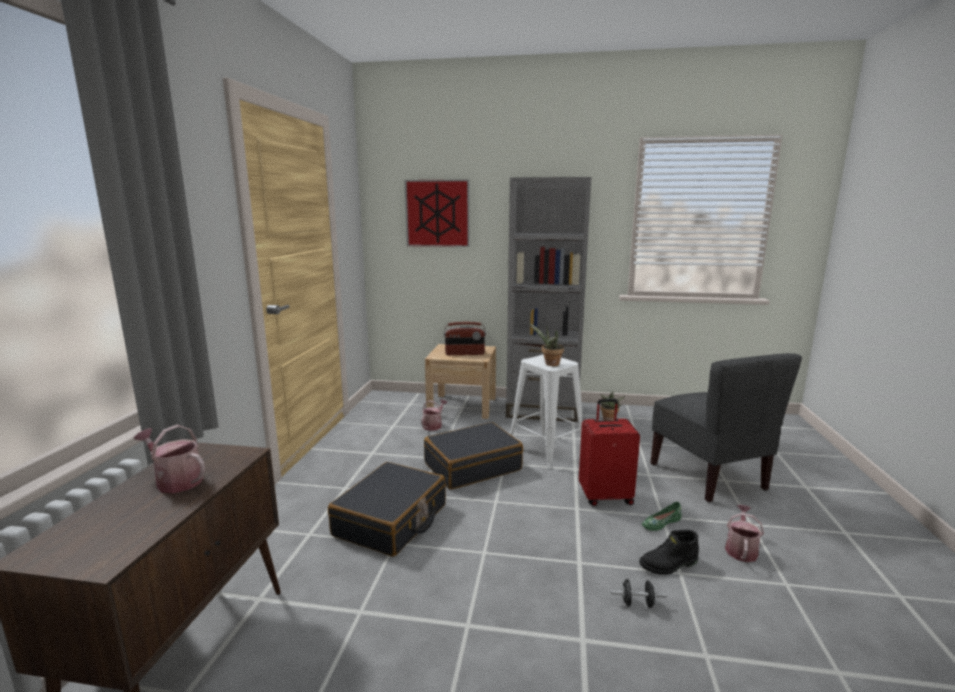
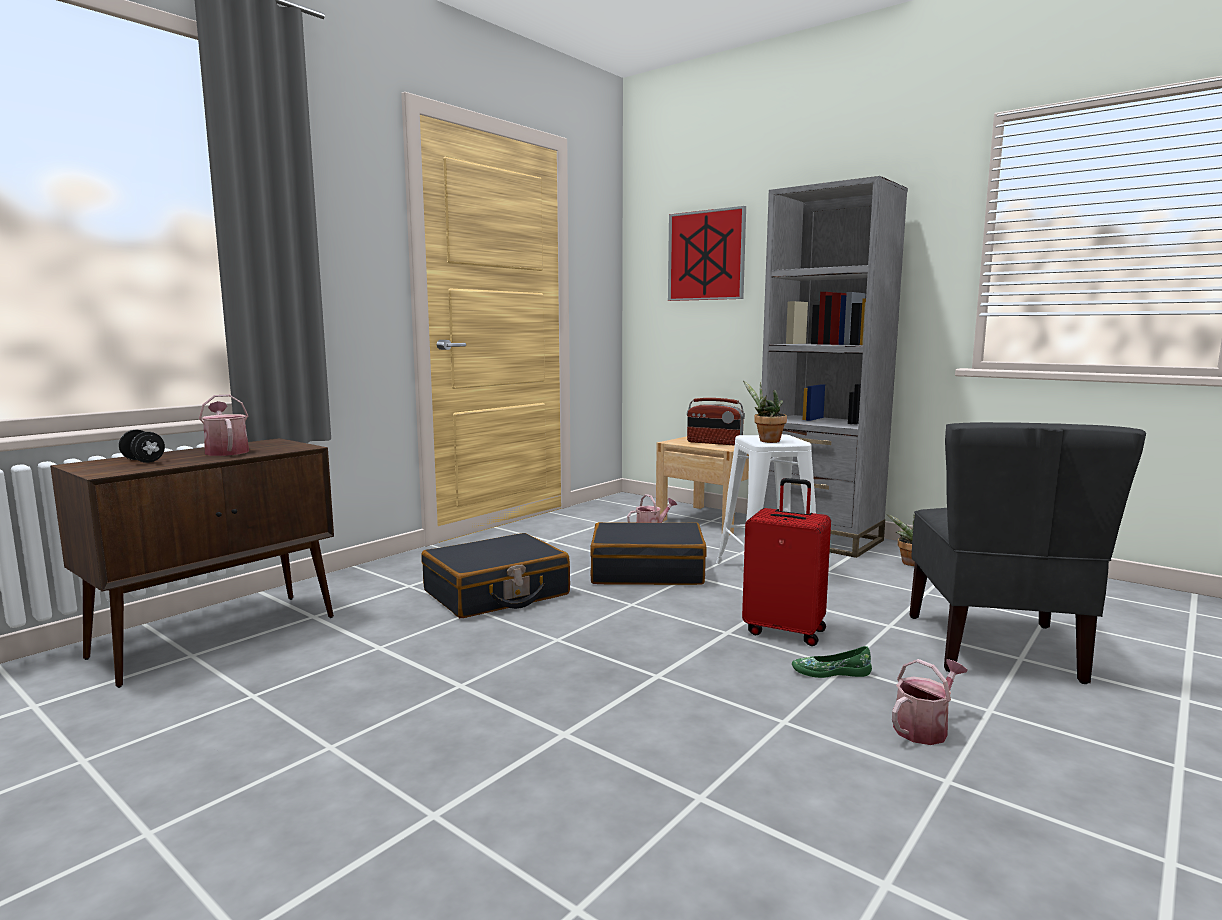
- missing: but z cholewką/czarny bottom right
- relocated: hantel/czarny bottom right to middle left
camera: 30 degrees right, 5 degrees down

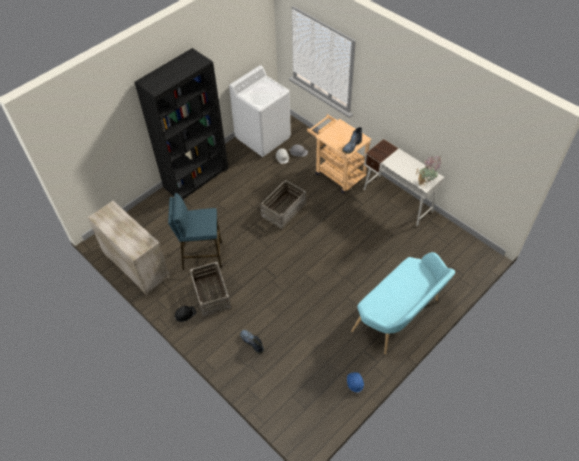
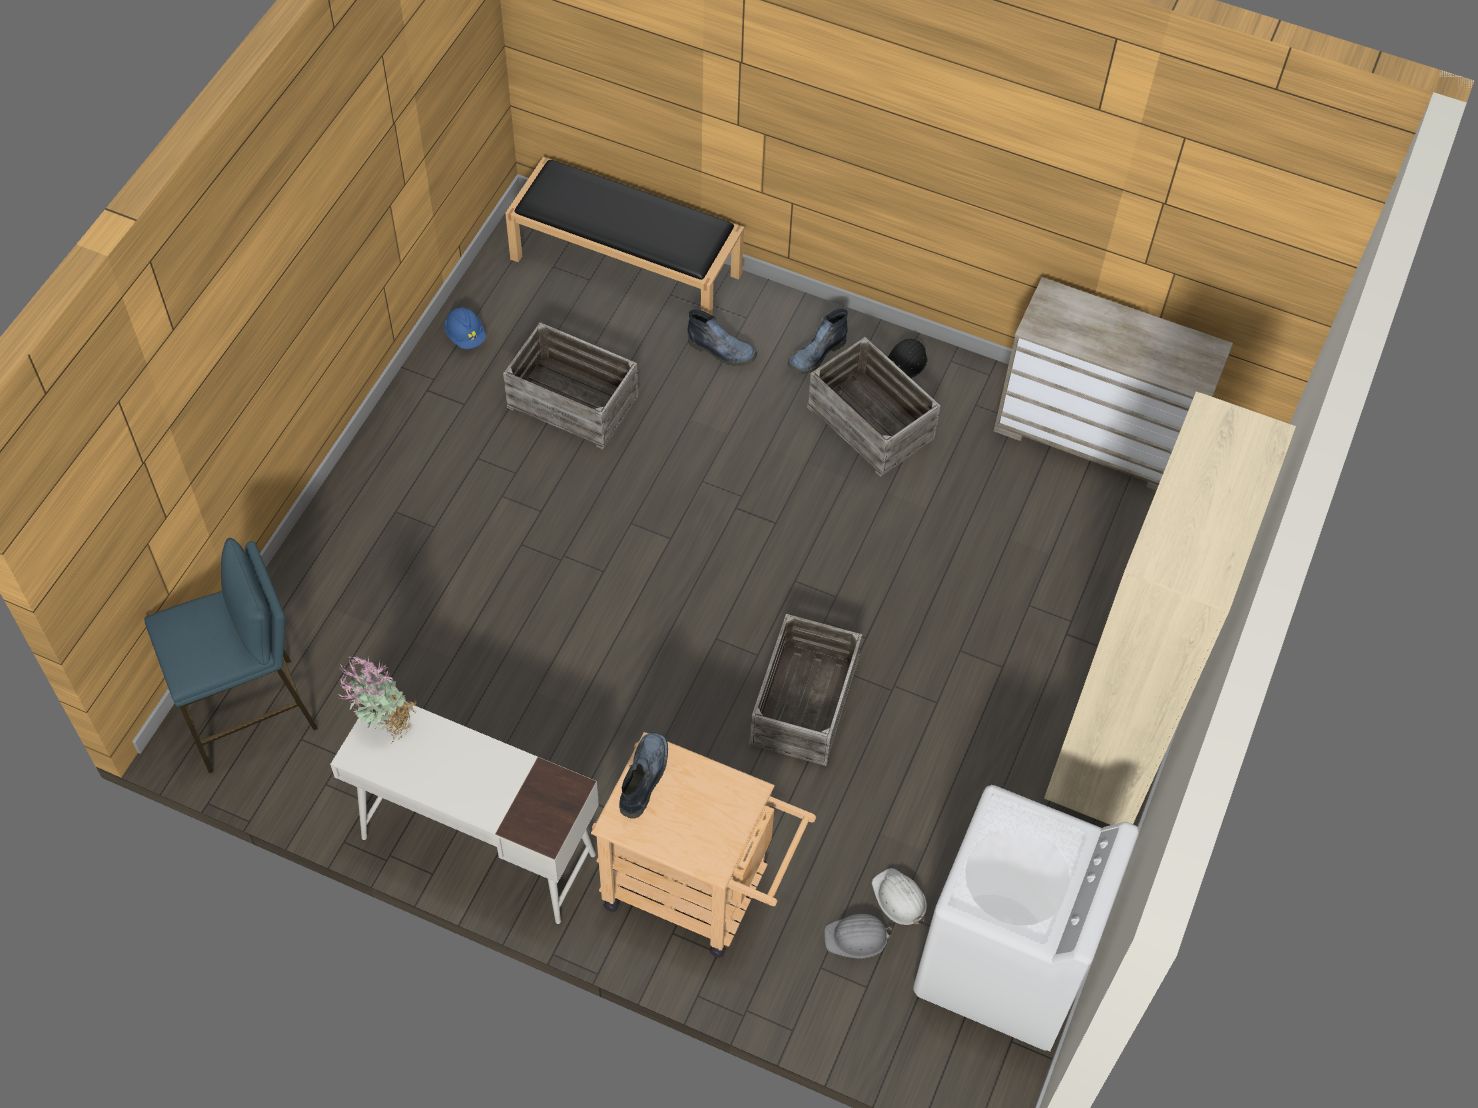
- missing: ławka/turkusowy middle right
- appeared: skrzynka (no. 1 from left) centre
- appeared: ławka/czarny top centre
- appeared: but z cholewką (no. 3 from left) top centre
- relocated: stołek/niebieski centre to middle left
- colour: regał/czarny top left to regał/beżowy middle right
camera: 155 degrees right, 5 degrees up

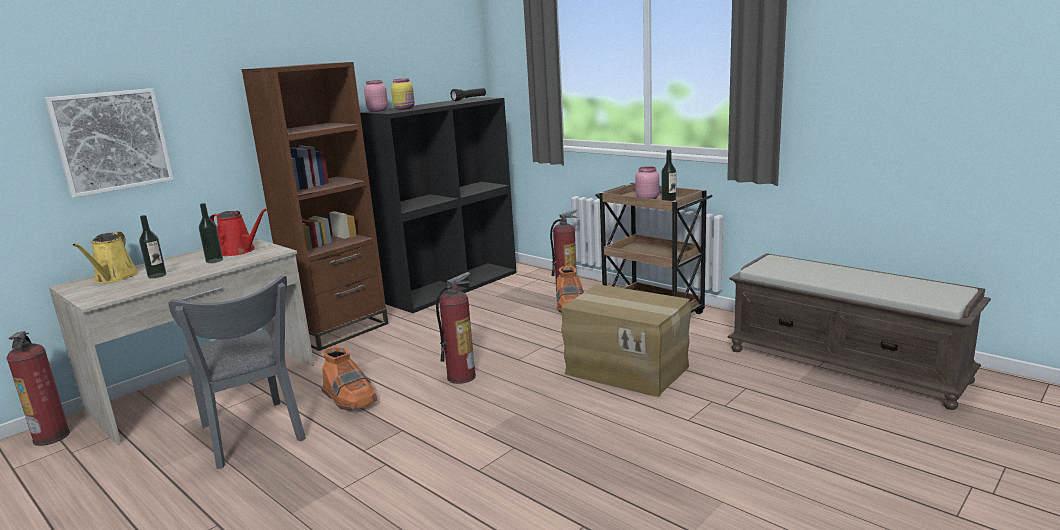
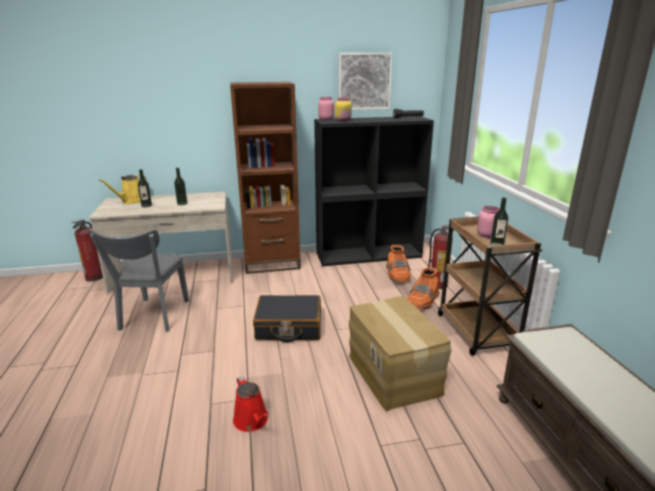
- relocated: obraz top left to top centre
- relocated: konewka/czerwony middle left to bottom centre
- relocated: but z cholewką/pomarańczowy (no. 1 from left) bottom left to centre
- exchanged: gaśnica (no. 2 from left) centre to walizka/czarny centre
camera: 35 degrees right, 5 degrees up

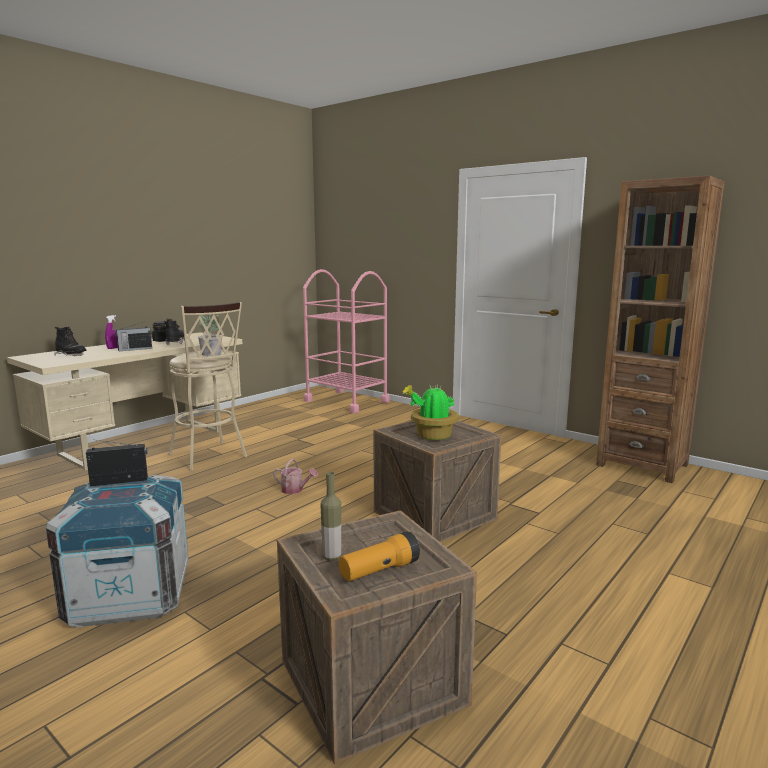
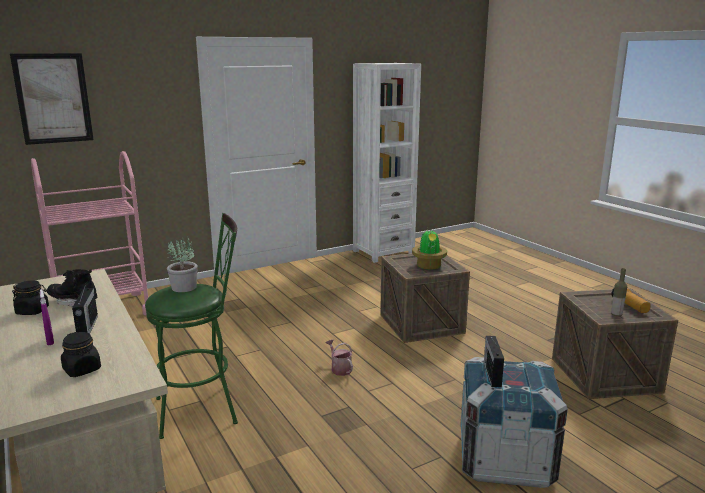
- appeared: obraz top left
- exchanged: but z cholewką/czarny (no. 1 from left) middle left to słoik/czarny (no. 2 from left) bottom left
- colour: stołek/beżowy middle left to stołek/zielony middle left
- colour: regał/brązowy middle right to regał/biały top centre
- spun: konewka centre = bottom centre 75 degrees counterclockwise
camera: 70 degrees left, 5 degrees up

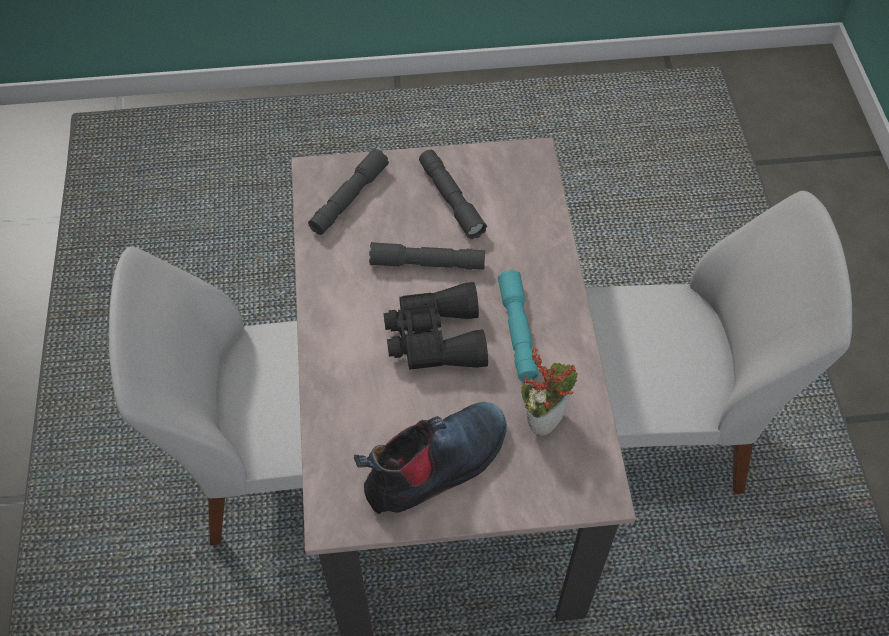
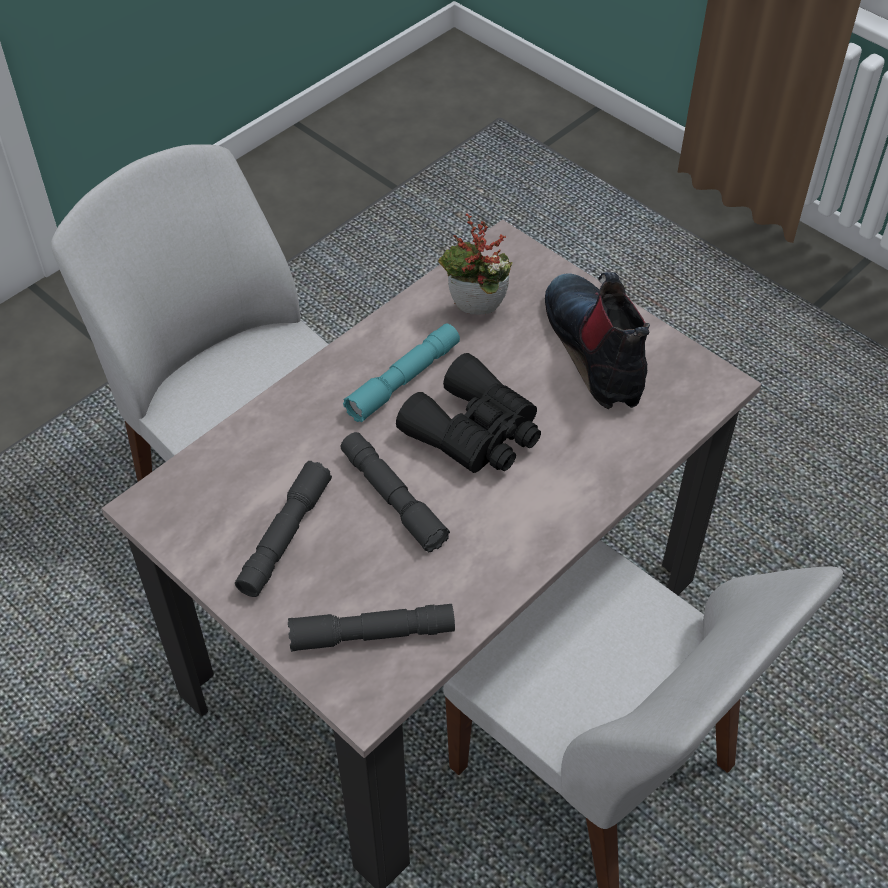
- spun: but z cholewką bottom centre = middle right 60 degrees clockwise
camera: 130 degrees left, 5 degrees down

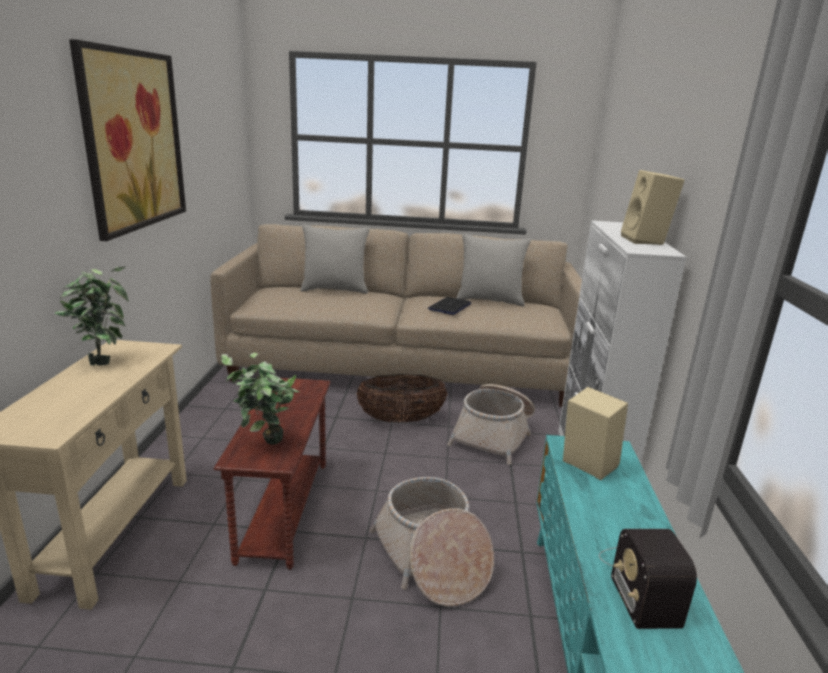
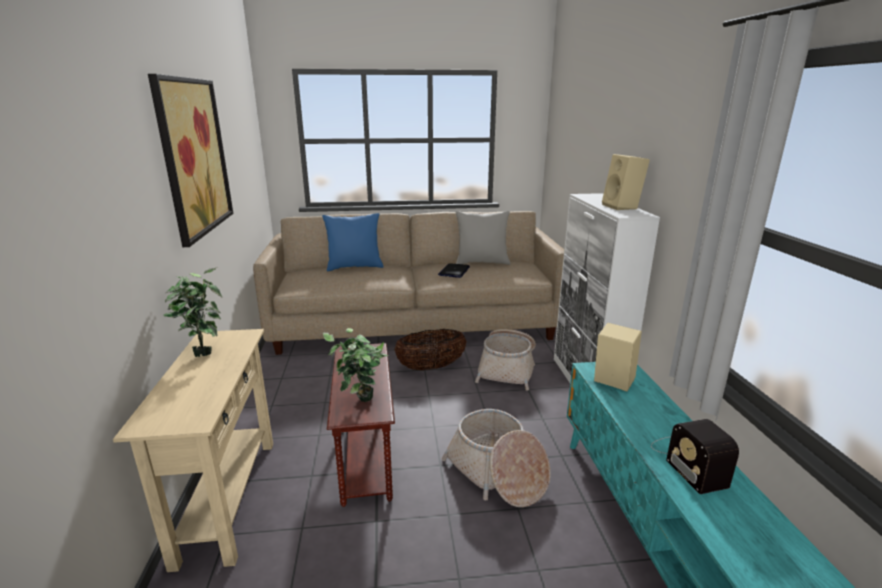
- colour: poduszka/szary (no. 1 from left) centre to poduszka/niebieski centre
camera: 10 degrees left, 0 degrees up

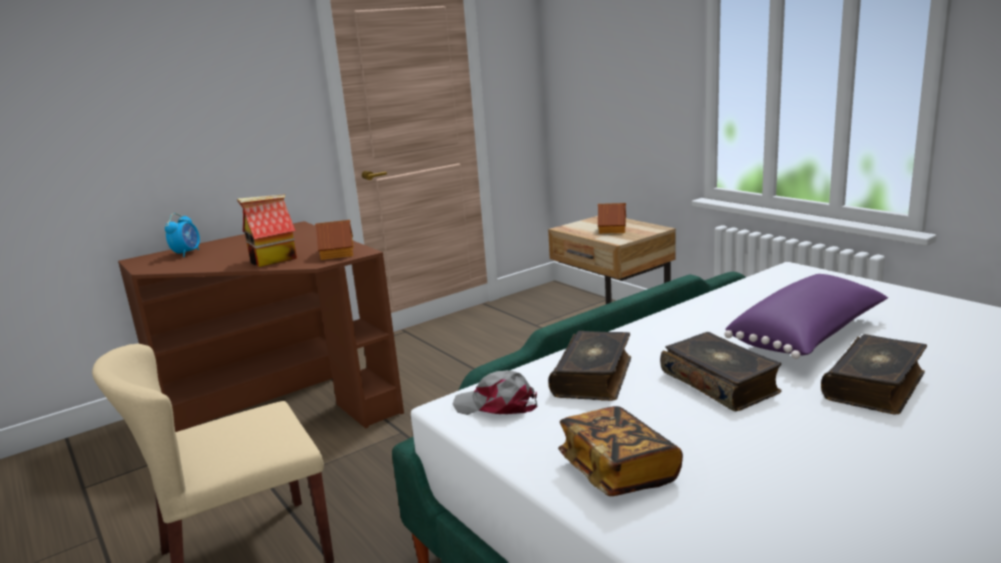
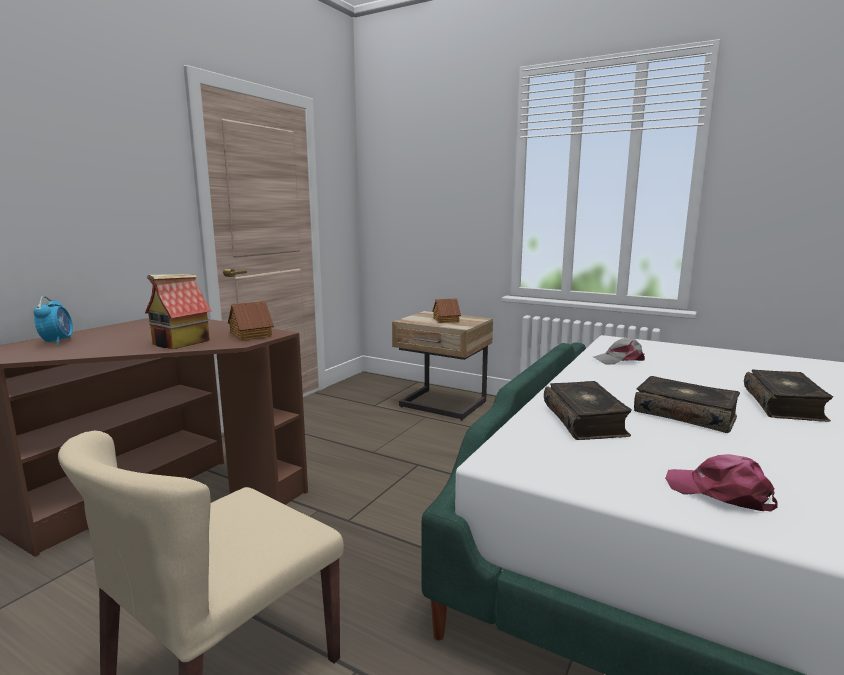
- missing: poduszka/fioletowy middle right
- relocated: czapka z daszkiem/szary bottom centre to middle right
- exchanged: książka (no. 2 from left) bottom centre to czapka z daszkiem/różowy bottom right
camera: 25 degrees left, 5 degrees down

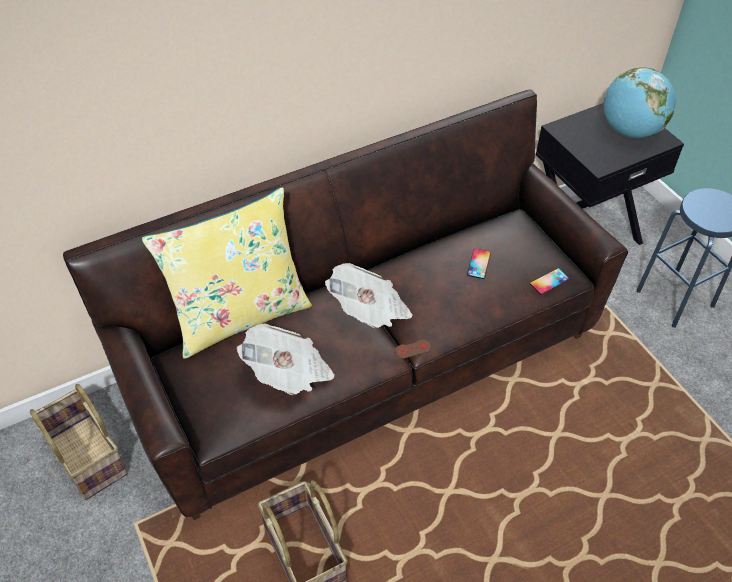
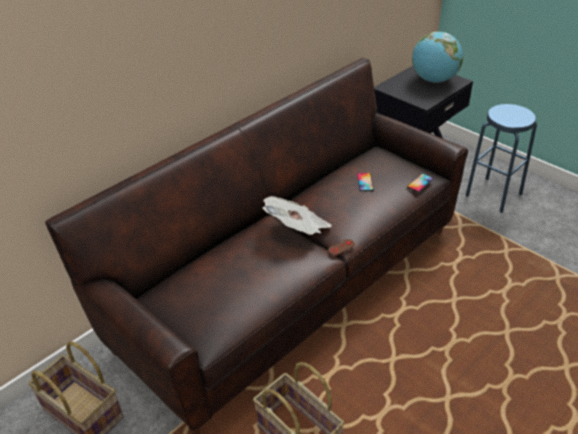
- missing: poduszka/żółty middle left
- missing: gazeta (no. 1 from left) centre
camera: 15 degrees left, 10 degrees down

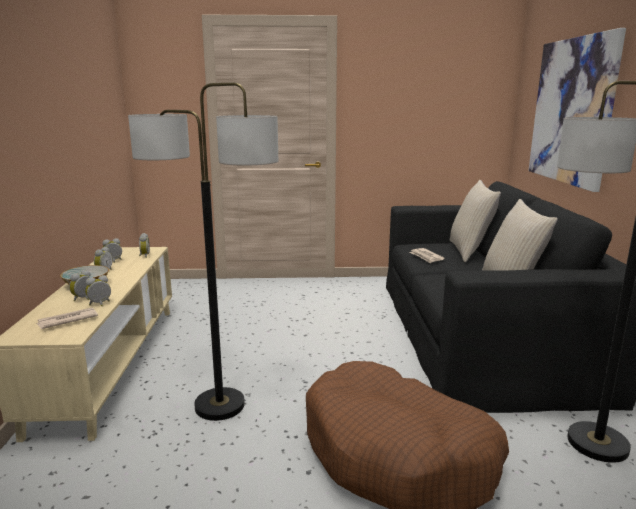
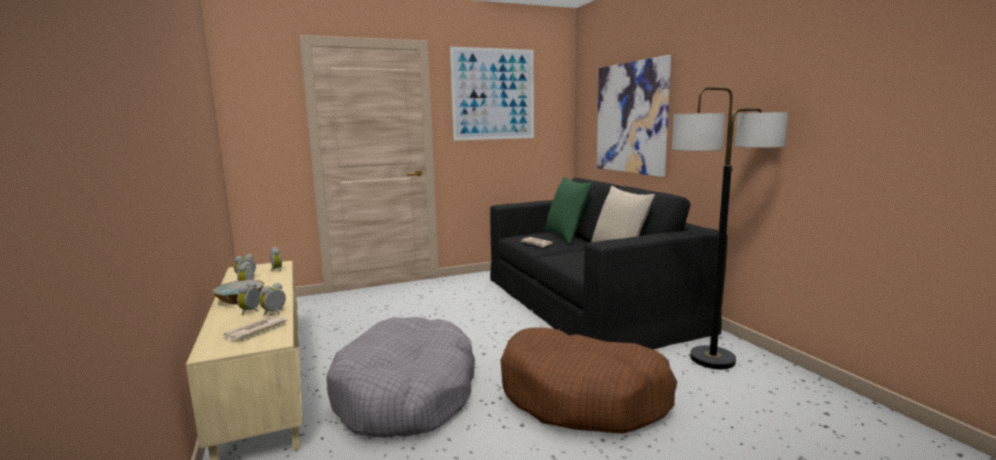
- appeared: obraz (no. 1 from left) top centre
- exchanged: lampa stojąca (no. 1 from left) middle left to legowisko/szary bottom centre
- colour: poduszka/beżowy (no. 1 from left) middle right to poduszka/zielony centre
camera: 20 degrees left, 5 degrees down

